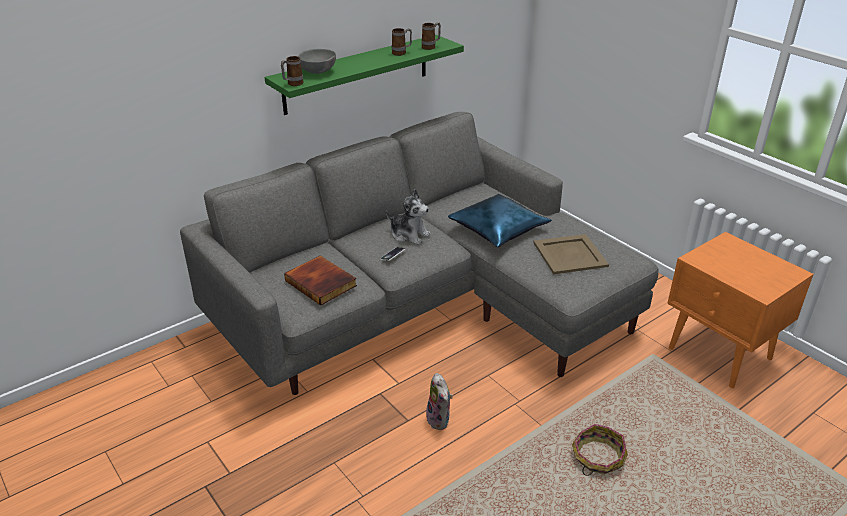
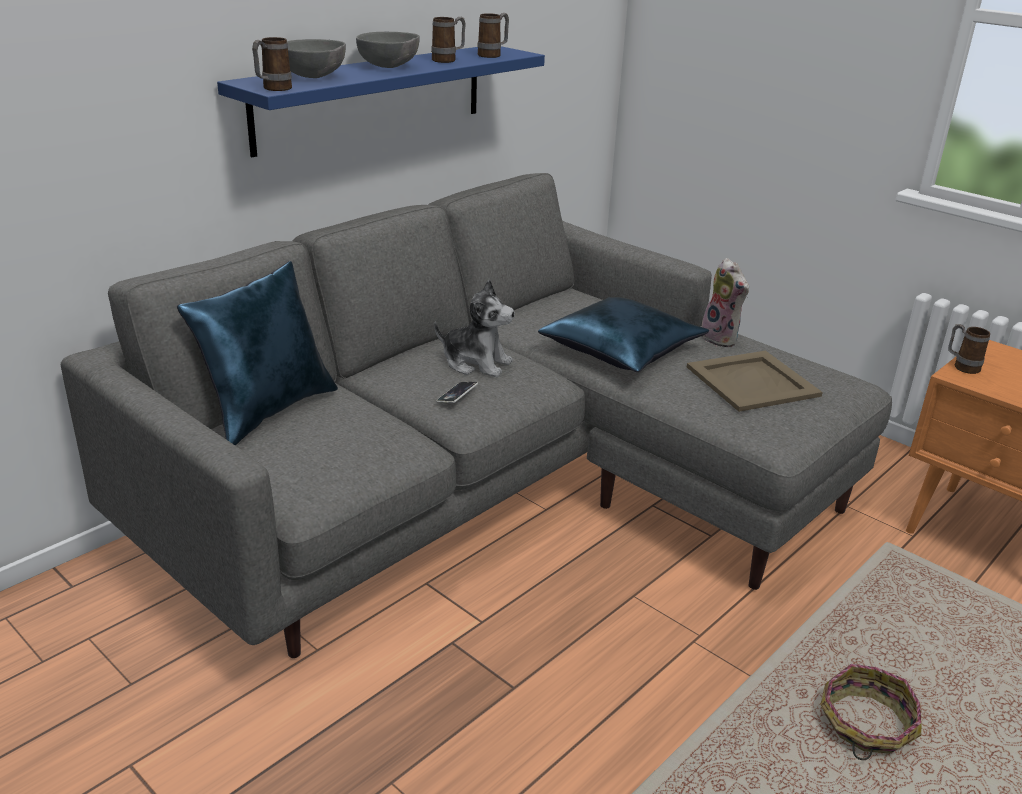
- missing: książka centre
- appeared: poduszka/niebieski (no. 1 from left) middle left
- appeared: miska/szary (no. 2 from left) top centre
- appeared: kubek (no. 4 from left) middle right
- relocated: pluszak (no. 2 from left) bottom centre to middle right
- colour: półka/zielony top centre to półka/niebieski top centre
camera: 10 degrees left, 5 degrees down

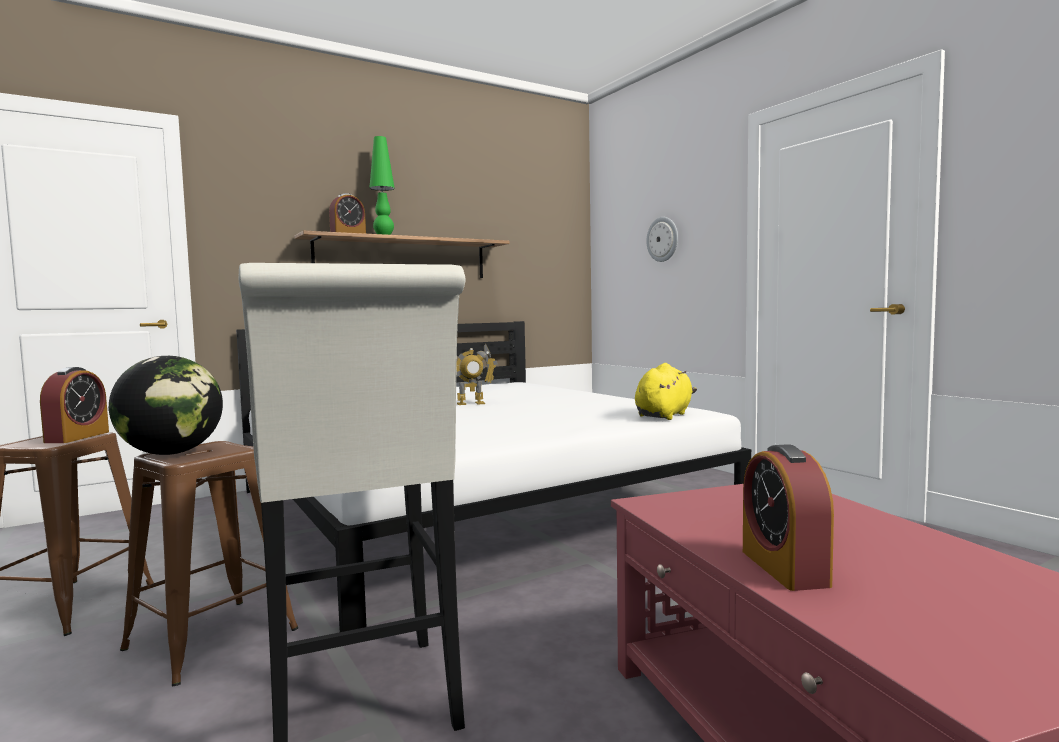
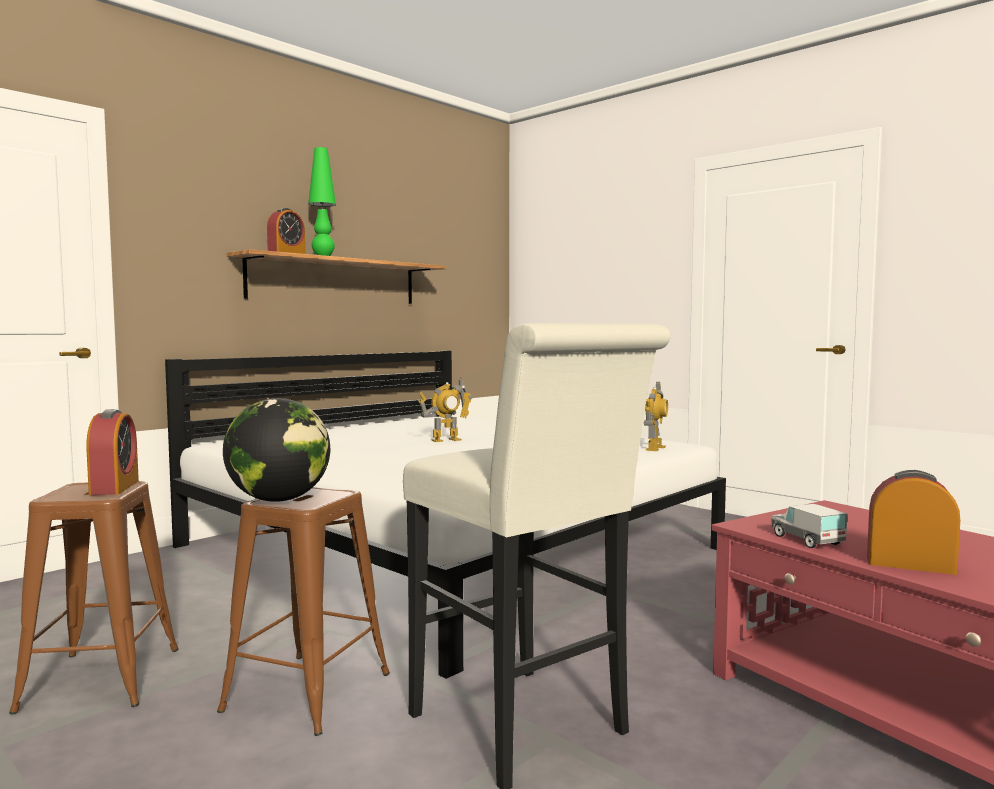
- missing: zegar ścienny top centre
- appeared: ciężarówka zabawkowa bottom right
- exchanged: pluszak/żółty centre to robot zabawkowy (no. 2 from left) centre
- spun: budzik (no. 3 from left) bottom right = middle right 135 degrees clockwise
camera: 15 degrees left, 0 degrees up

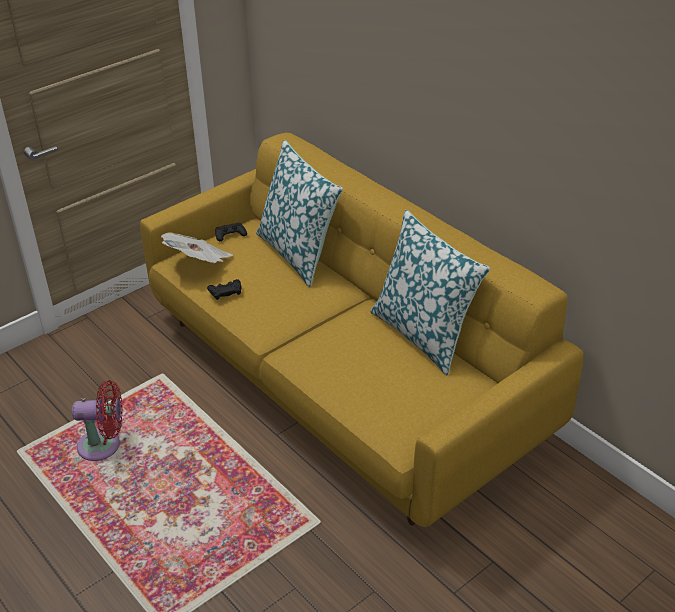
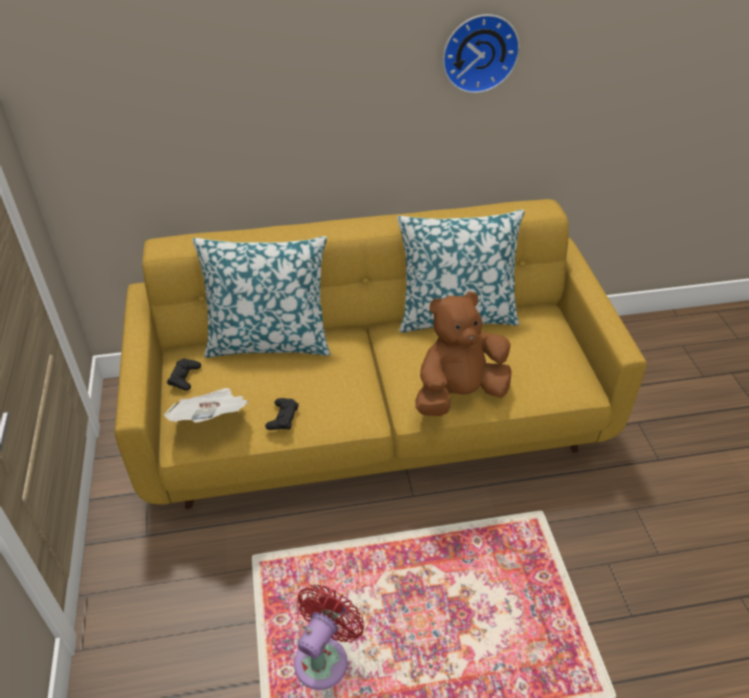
- appeared: pluszak/brązowy centre
- appeared: zegar ścienny top centre
camera: 60 degrees left, 5 degrees up

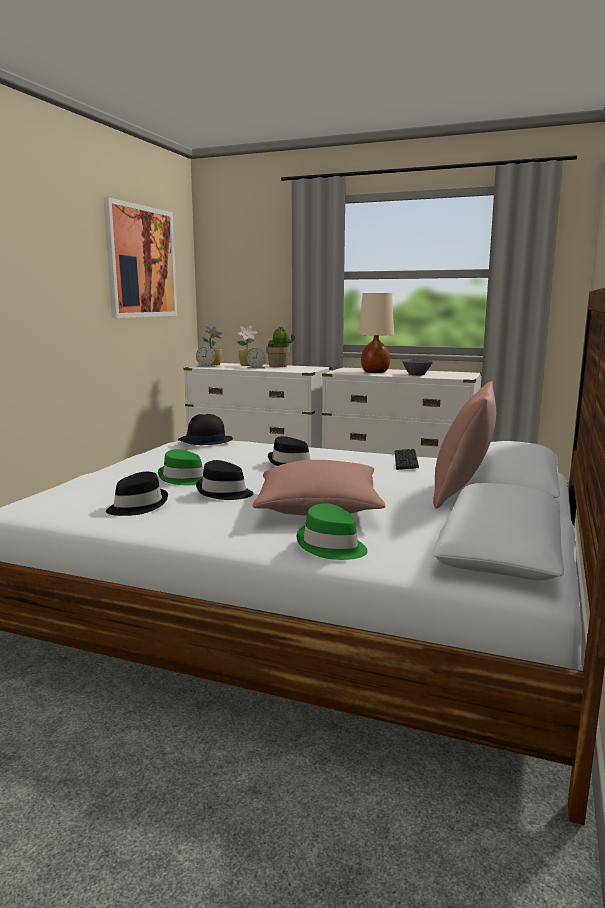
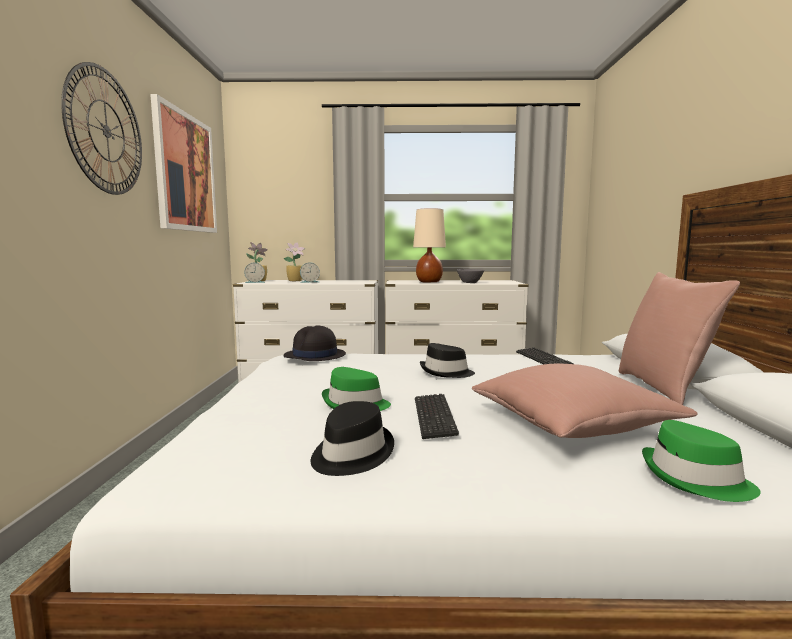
- missing: roślina doniczkowa (no. 3 from left) centre
- appeared: zegar ścienny top left
- exchanged: kapelusz/czarny (no. 3 from left) centre to klawiatura (no. 1 from left) centre
camera: 20 degrees left, 5 degrees down

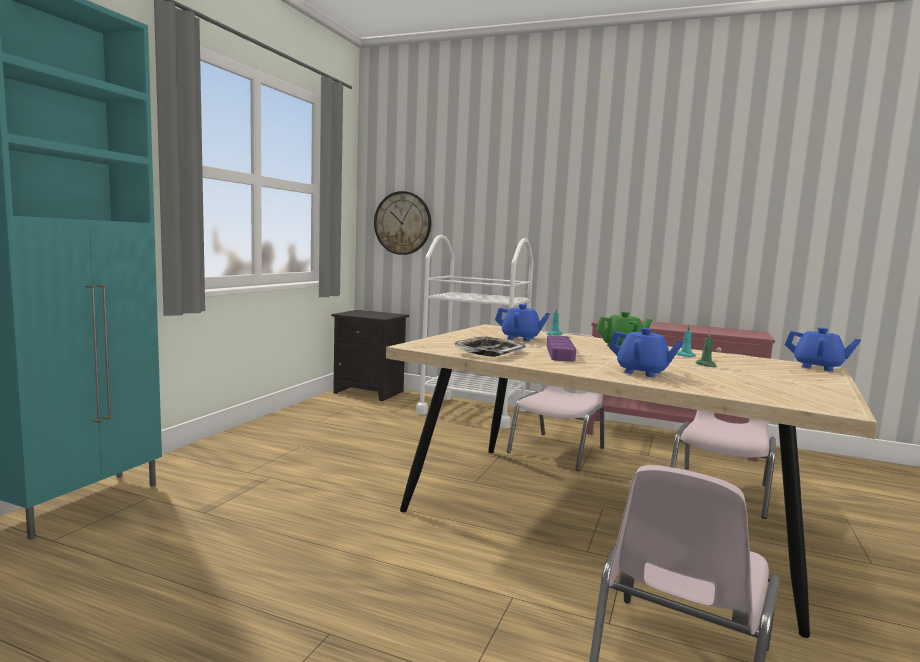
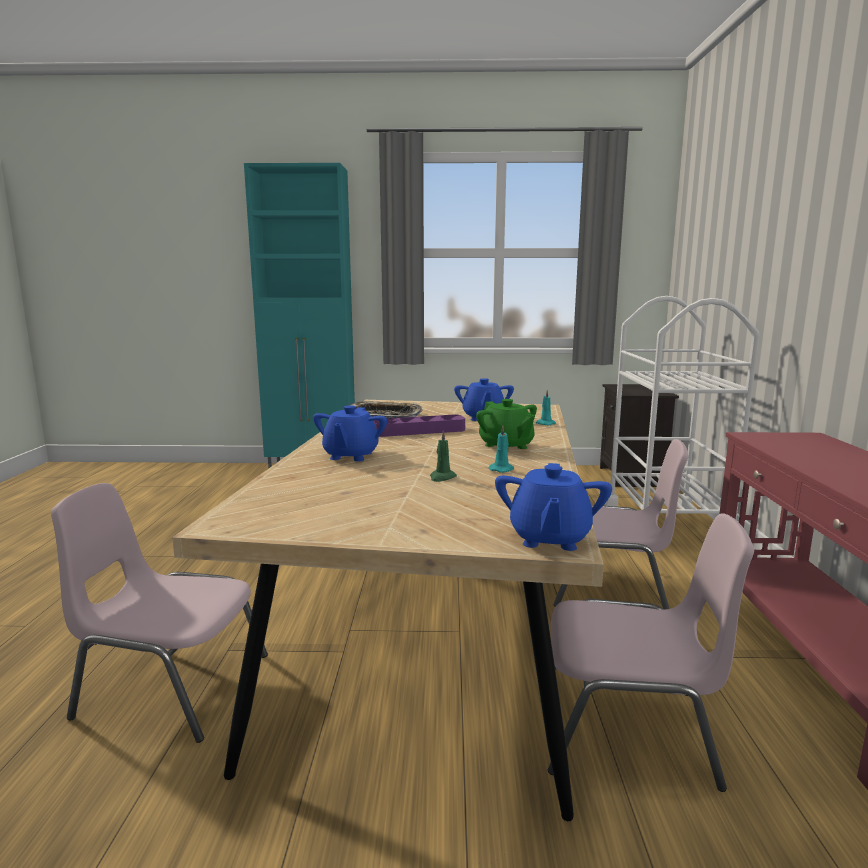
- missing: zegar ścienny centre
camera: 70 degrees right, 5 degrees up

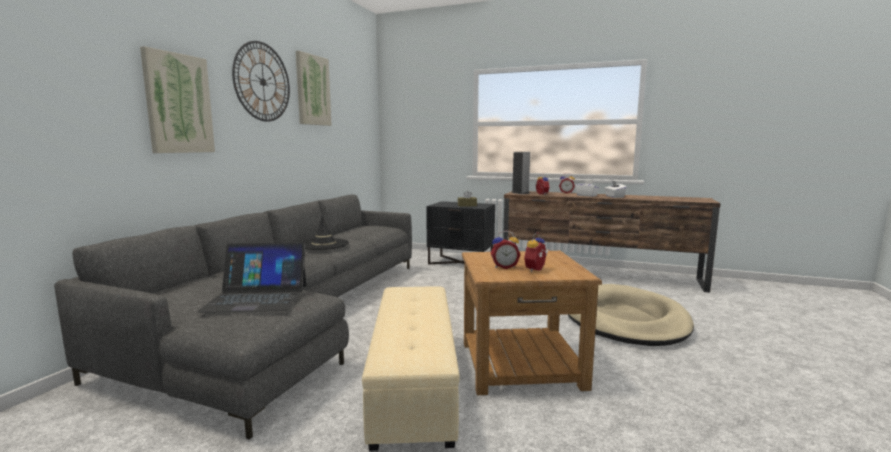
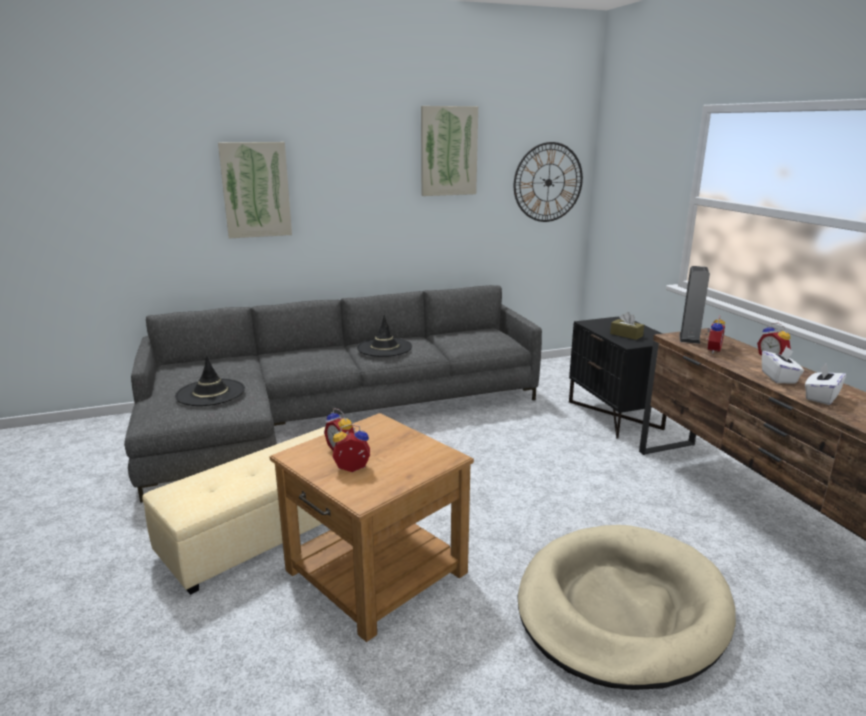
- relocated: zegar ścienny top left to top centre
- exchanged: laptop middle left to kapelusz/czarny (no. 1 from left) middle left
camera: 50 degrees right, 10 degrees up

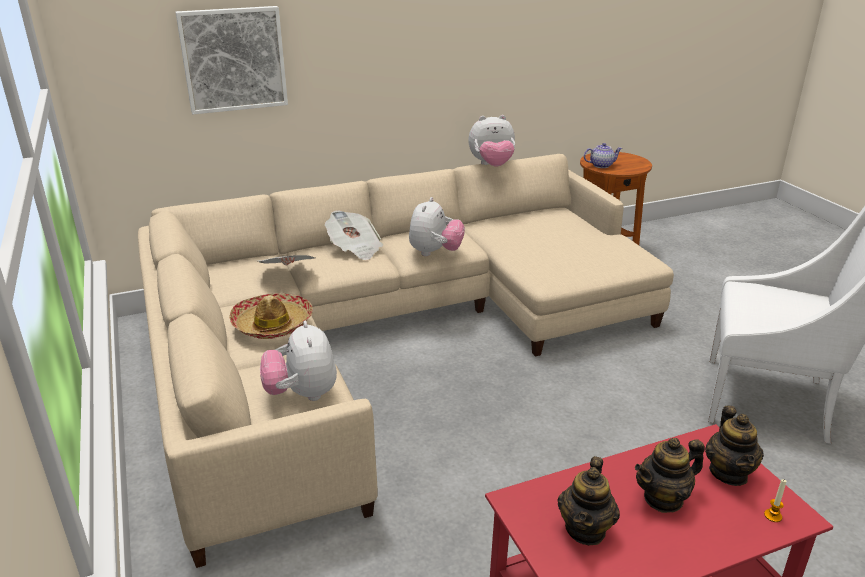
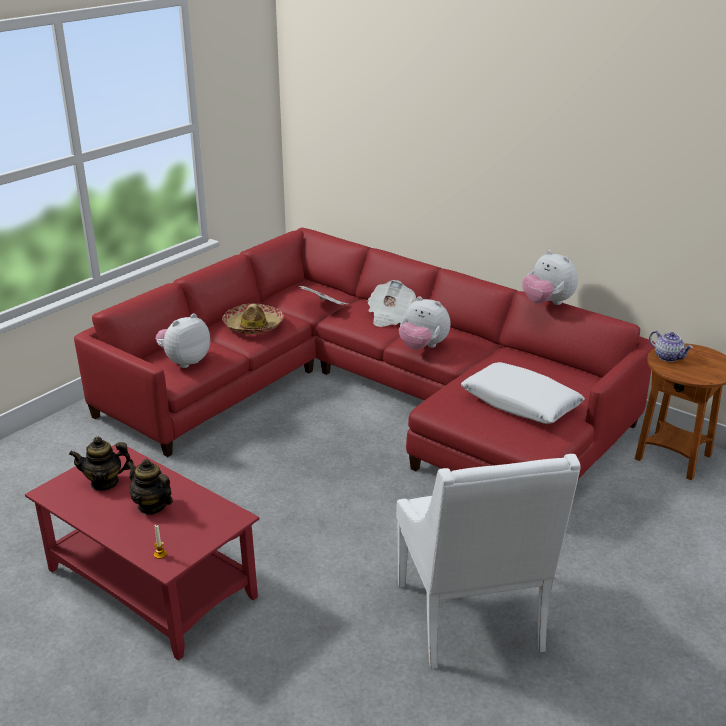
- missing: obraz top left
- missing: imbryk (no. 4 from left) bottom right
- appeared: poduszka/biały middle right
- colour: kanapa/beżowy centre to kanapa/czerwony centre
- spun: pluszak (no. 2 from left) centre = centre 45 degrees clockwise
camera: 60 degrees right, 0 degrees up

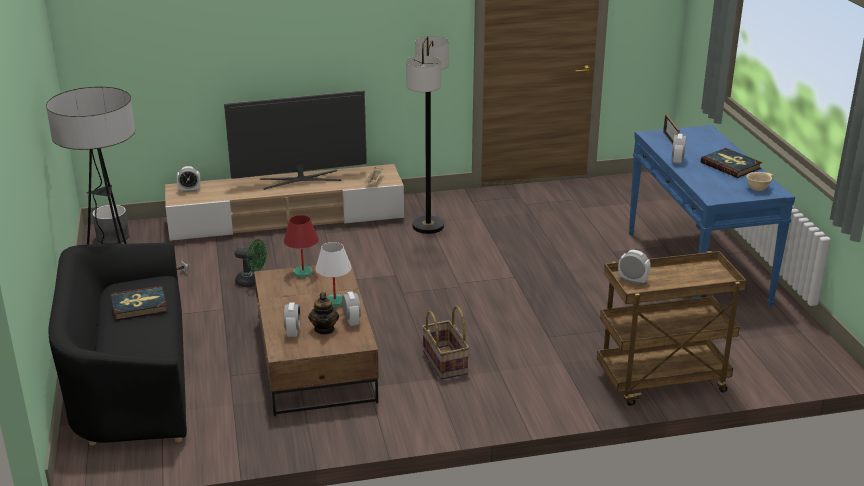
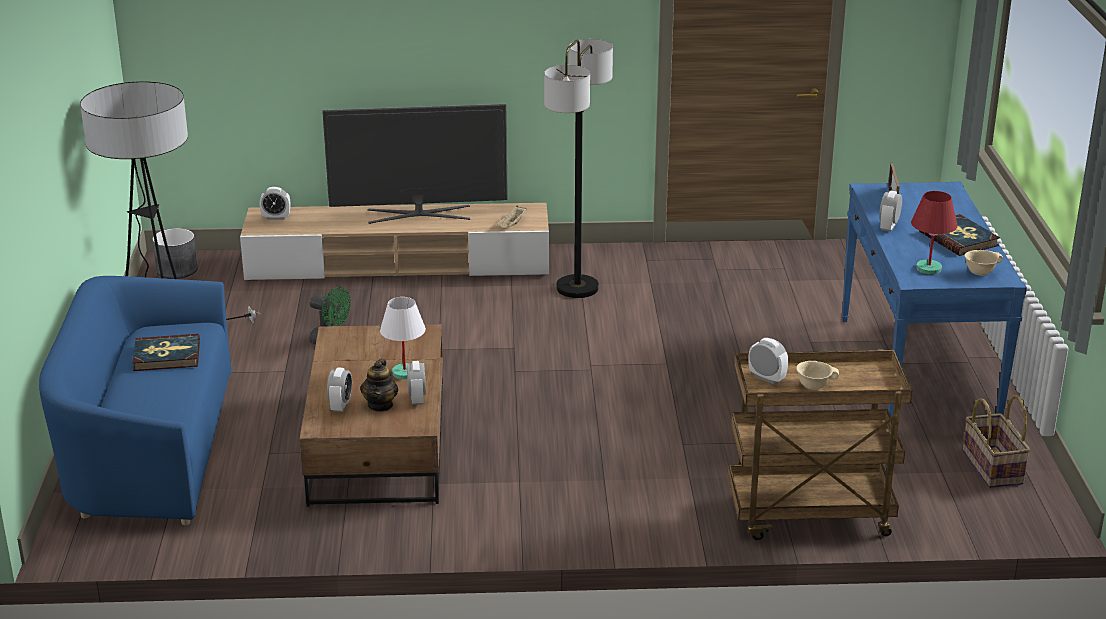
- appeared: miska/beżowy (no. 1 from left) middle right
- relocated: lampa stołowa/czerwony centre to middle right
- relocated: koszyk bottom centre to bottom right
- colour: kanapa/czarny bottom left to kanapa/niebieski middle left
camera: 10 degrees right, 0 degrees up

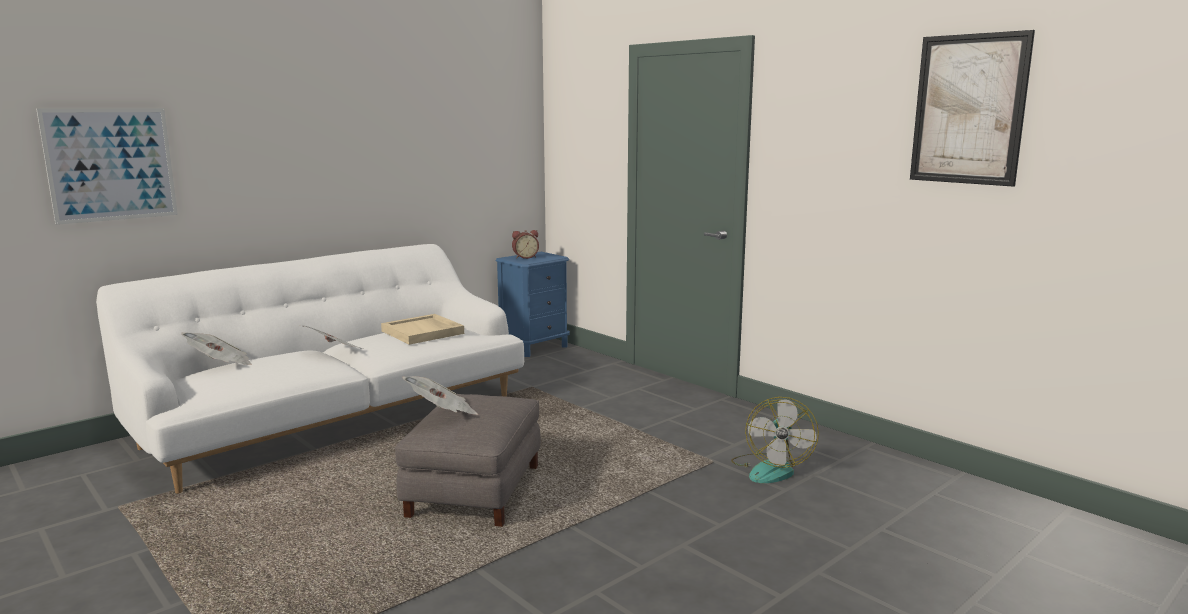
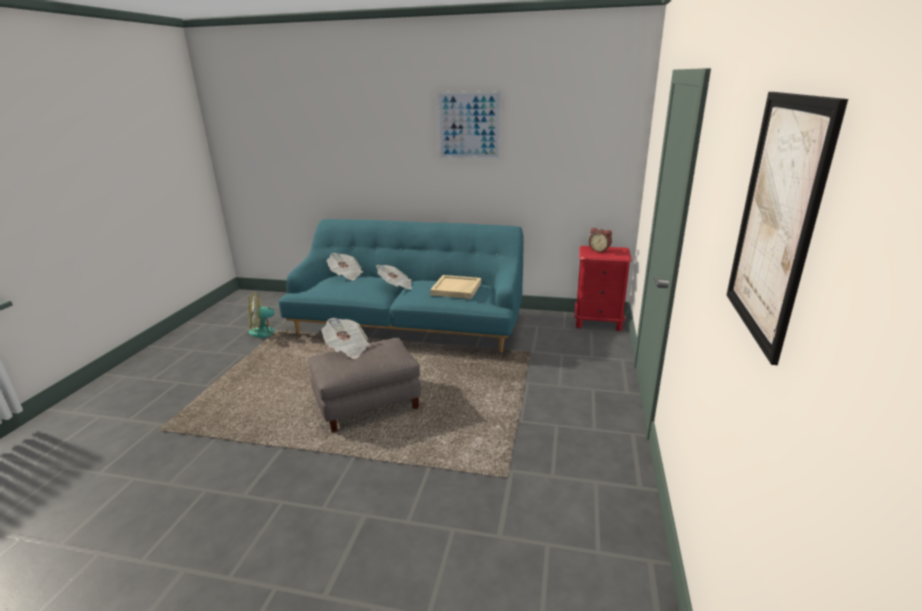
- relocated: obraz (no. 1 from left) top left to top centre
- relocated: wentylator bottom centre to middle left
- colour: kanapa/biały middle left to kanapa/turkusowy centre
- colour: szafka nocna/niebieski centre to szafka nocna/czerwony centre
camera: 55 degrees right, 10 degrees up

